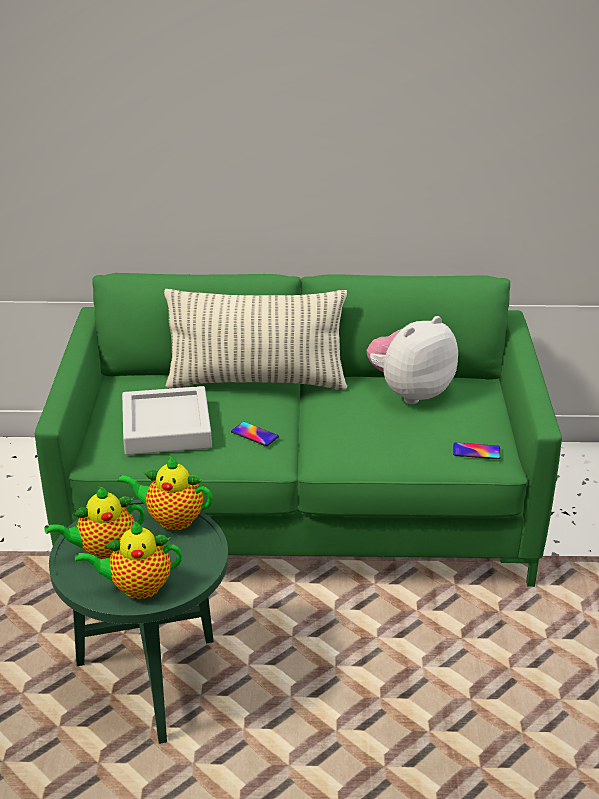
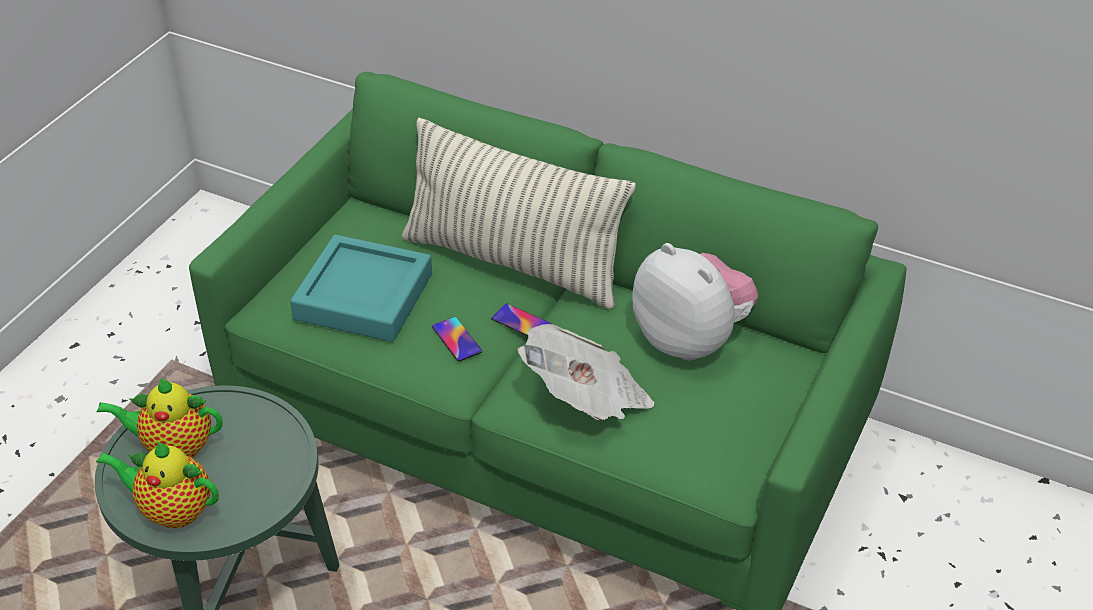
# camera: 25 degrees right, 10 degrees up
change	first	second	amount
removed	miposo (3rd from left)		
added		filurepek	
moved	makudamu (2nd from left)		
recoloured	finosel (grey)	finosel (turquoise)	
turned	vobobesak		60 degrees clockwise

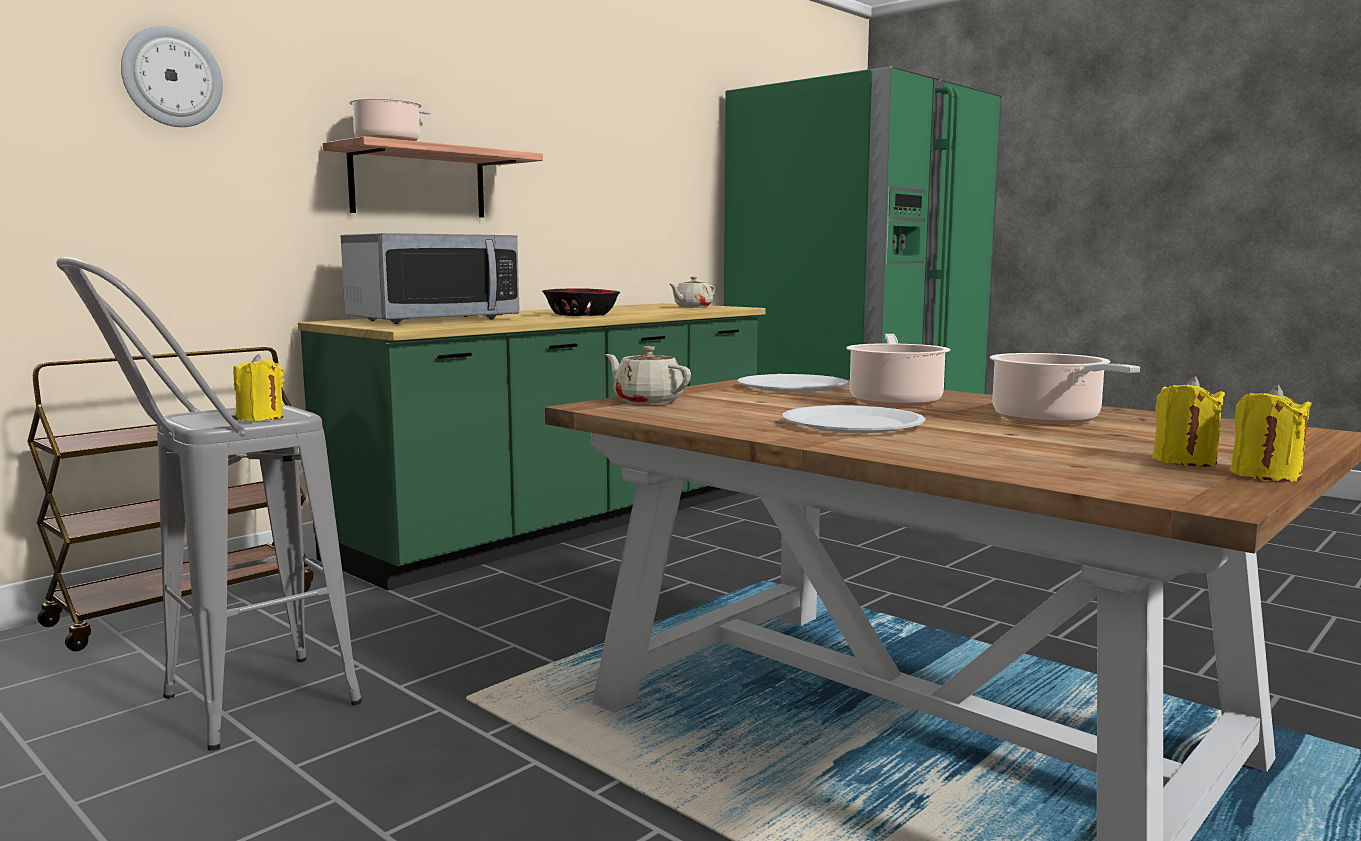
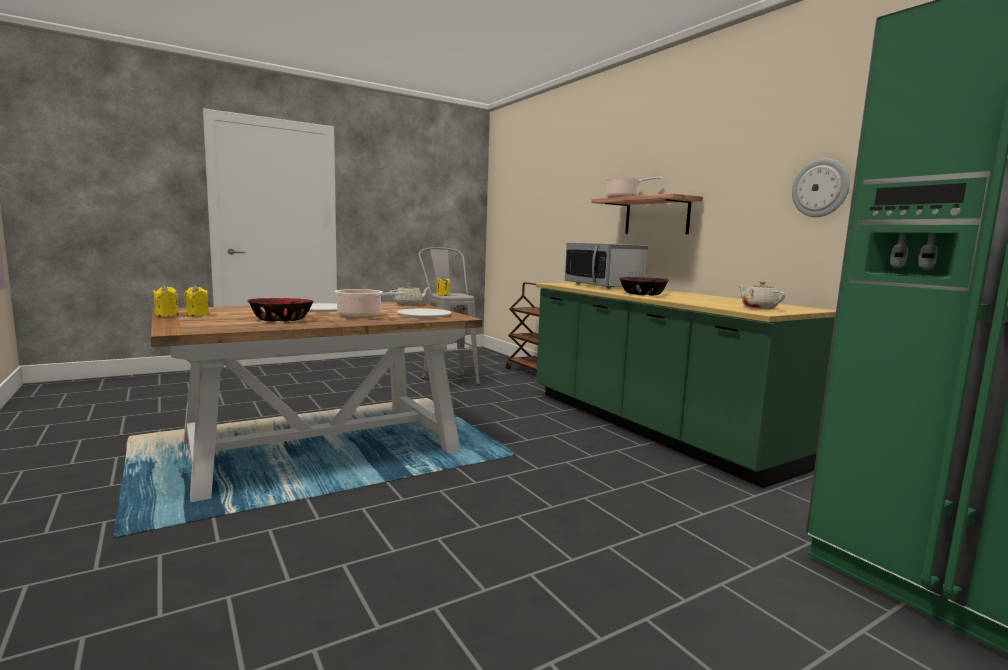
# camera: 105 degrees right, 0 degrees up
change	first	second	amount
moved	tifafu		
replaced	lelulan (3rd from left)	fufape (1st from left)	

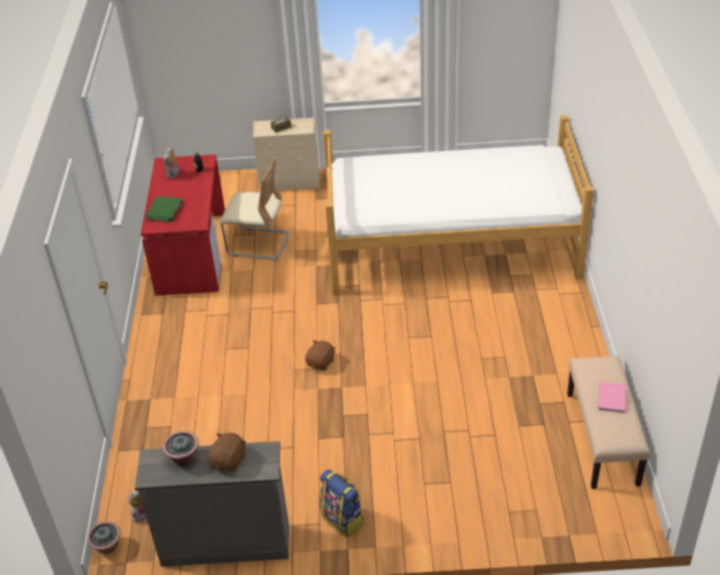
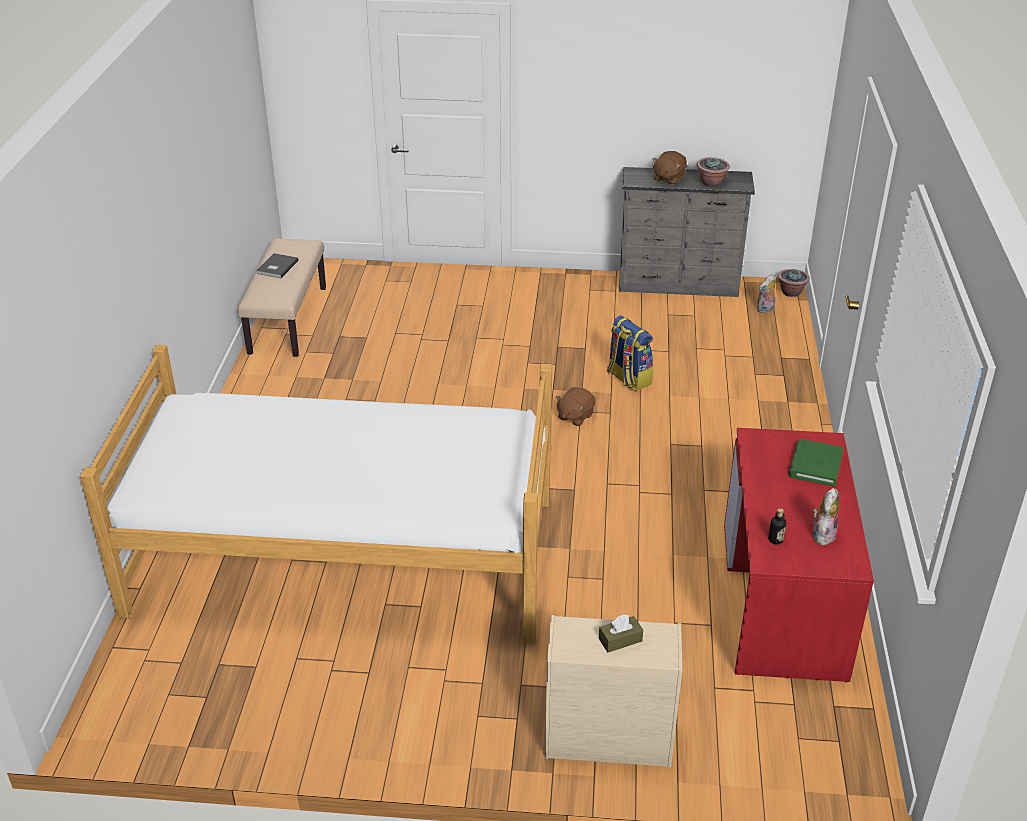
# camera: 175 degrees left, 5 degrees down
change	first	second	amount
removed	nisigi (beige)		
moved	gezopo		
recoloured	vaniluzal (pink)	vaniluzal (grey)	

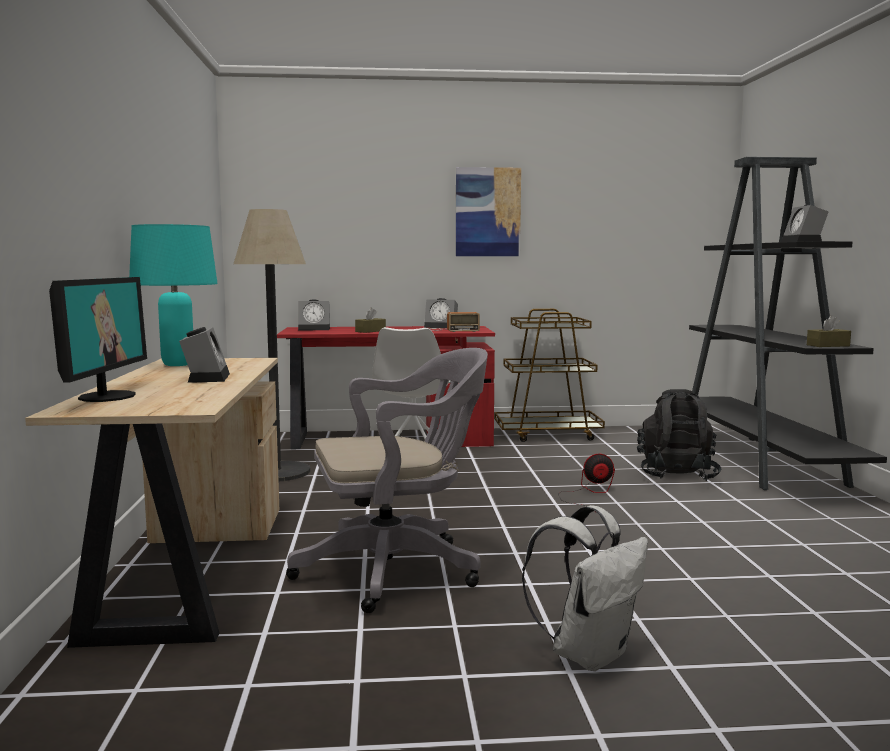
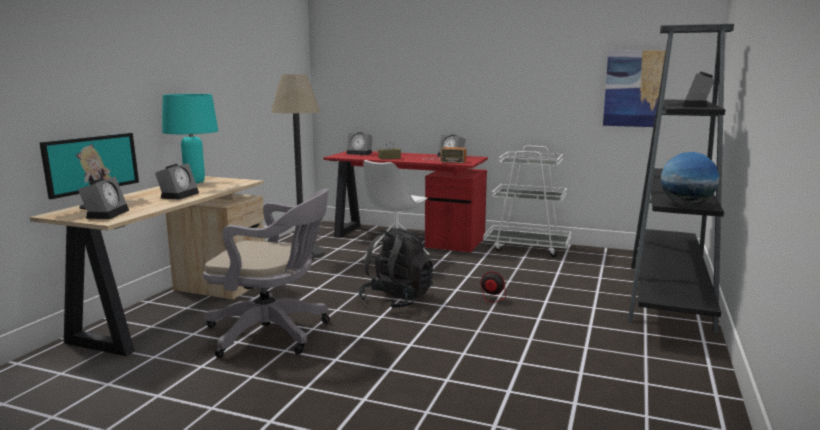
# camera: 25 degrees right, 5 degrees up
change	first	second	amount
removed	gezopo (white)		
added		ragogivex (1st from left)	
moved	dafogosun		
moved	gezopo (black)		
replaced	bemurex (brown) (2nd from left)	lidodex	
recoloured	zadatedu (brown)	zadatedu (white)	

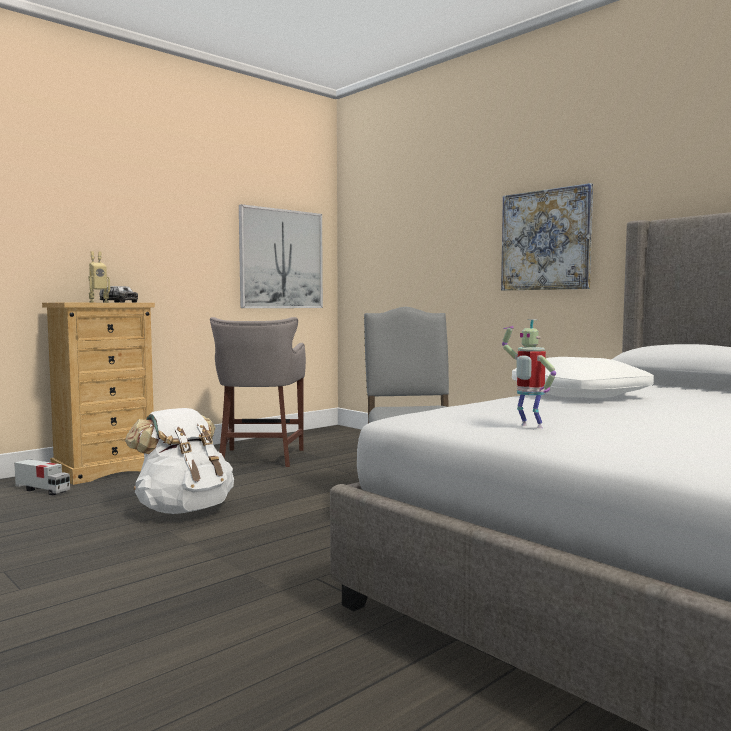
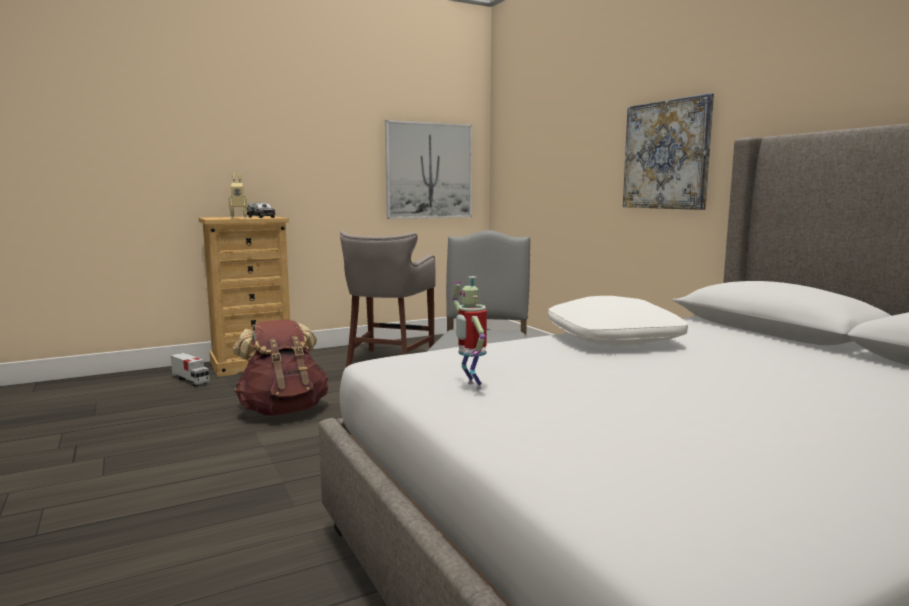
# camera: 15 degrees right, 5 degrees up
change	first	second	amount
recoloured	gezopo (white)	gezopo (brown)	

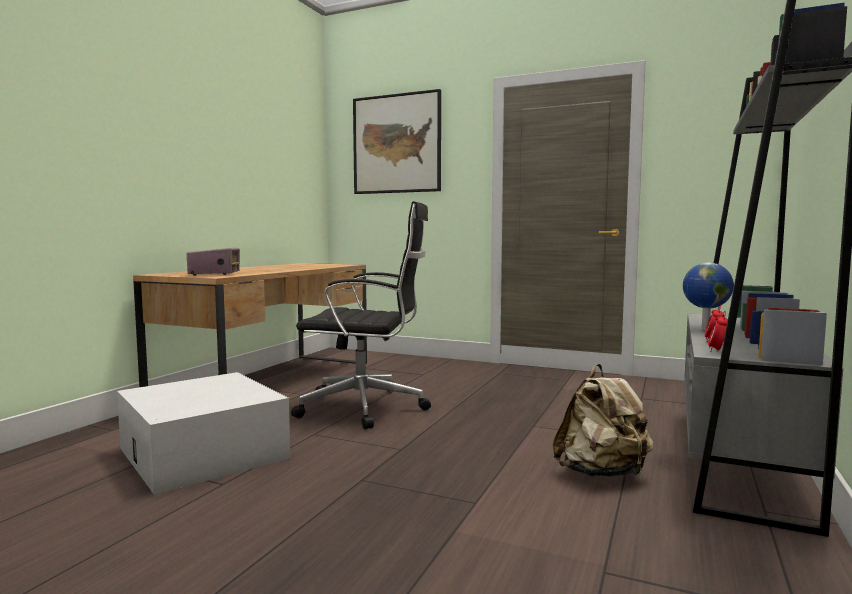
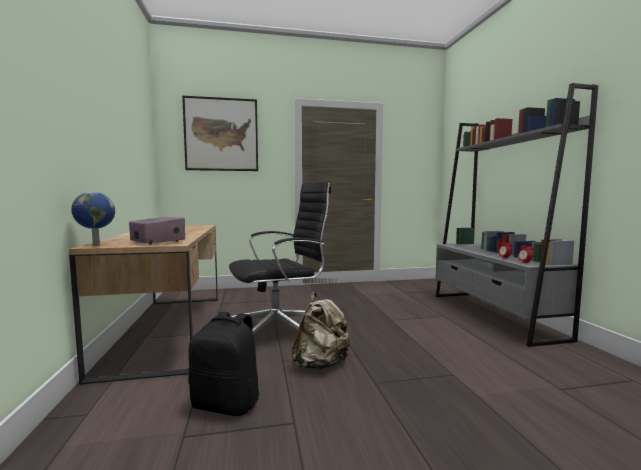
# camera: 35 degrees left, 0 degrees up
change	first	second	amount
moved	gezopo (beige)		
moved	lidodex		
replaced	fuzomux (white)	gezopo (black)	

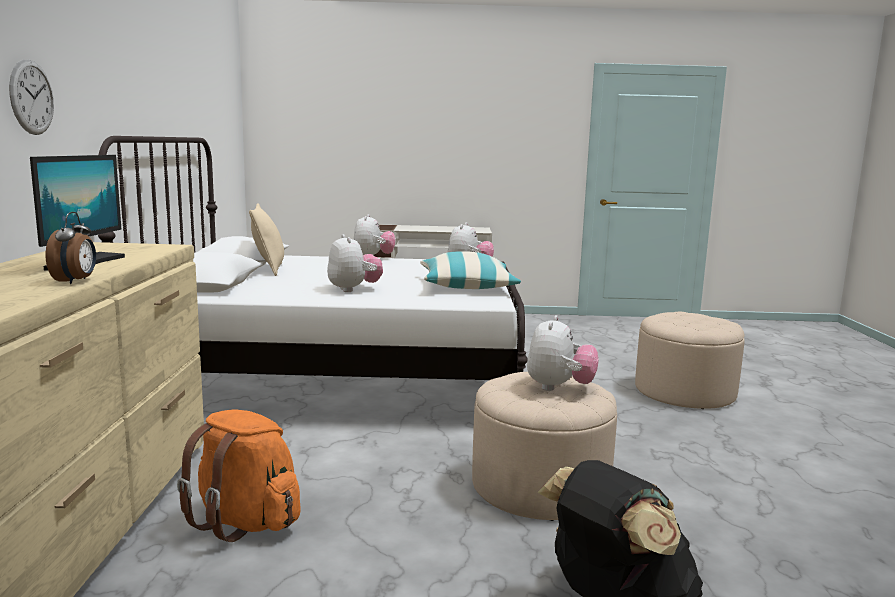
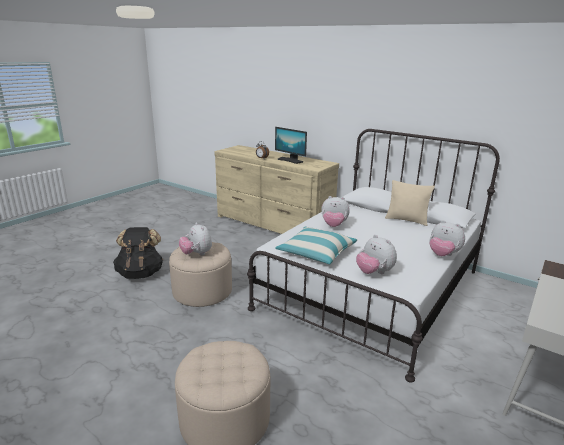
# camera: 125 degrees right, 10 degrees up
change	first	second	amount
removed	tifafu		
removed	gezopo (orange)		

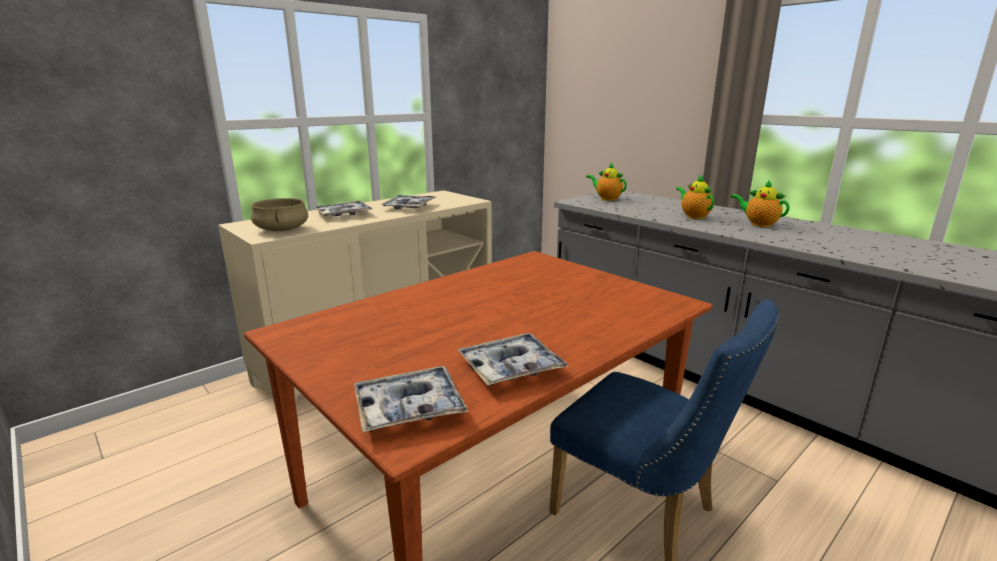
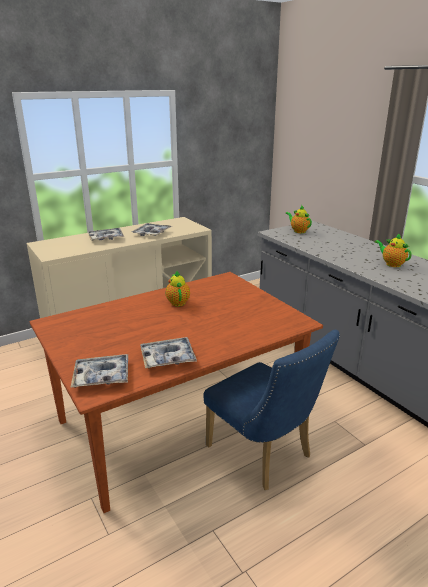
# camera: 10 degrees right, 5 degrees up
change	first	second	amount
removed	lelulan (beige)		
moved	miposo (2nd from left in the first image)	miposo (1st from left)	

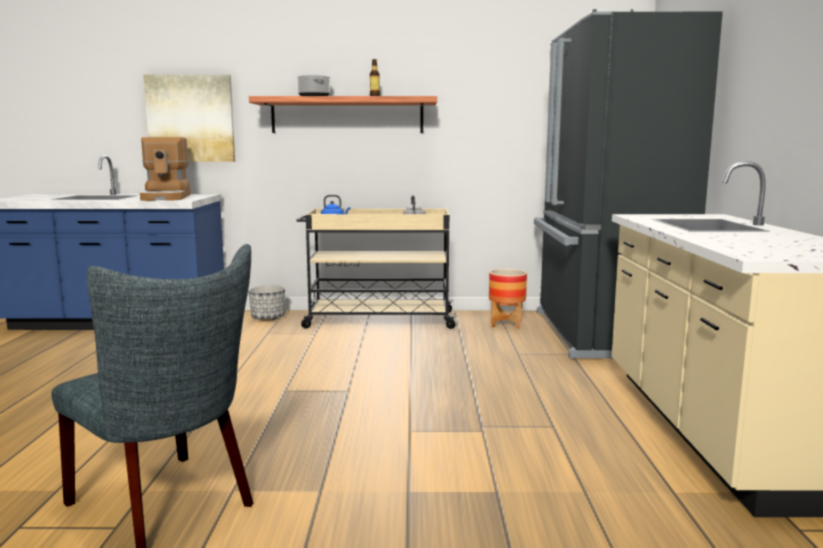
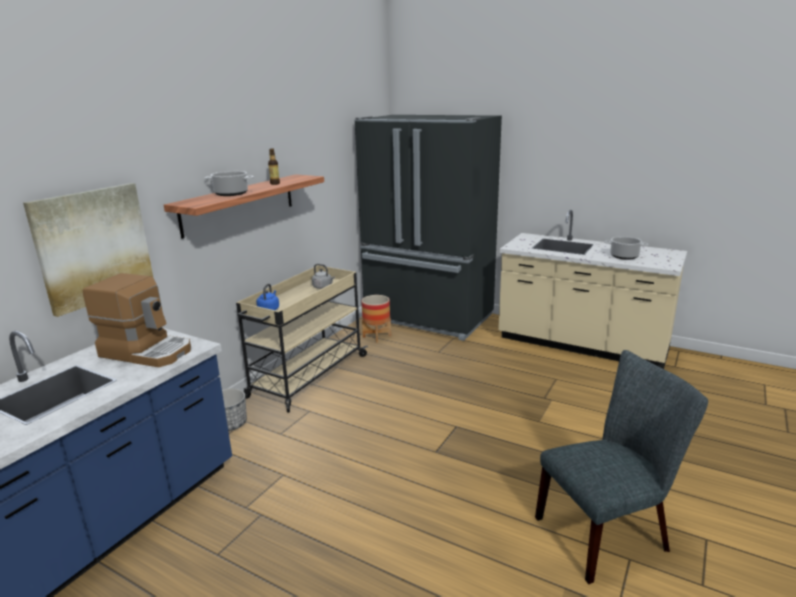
# camera: 60 degrees left, 10 degrees up
change	first	second	amount
added		lelulan (2nd from left)	

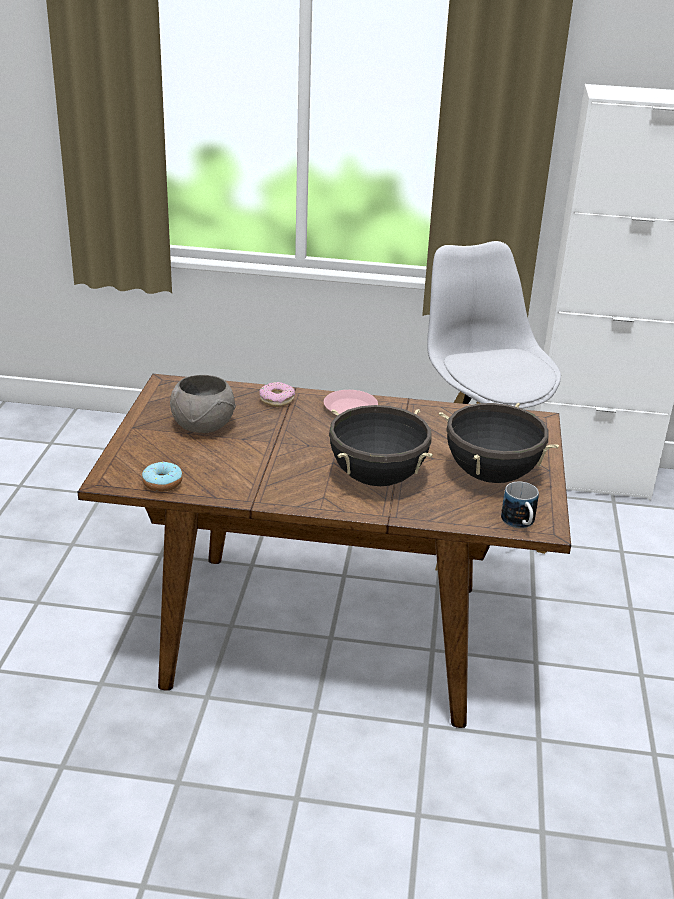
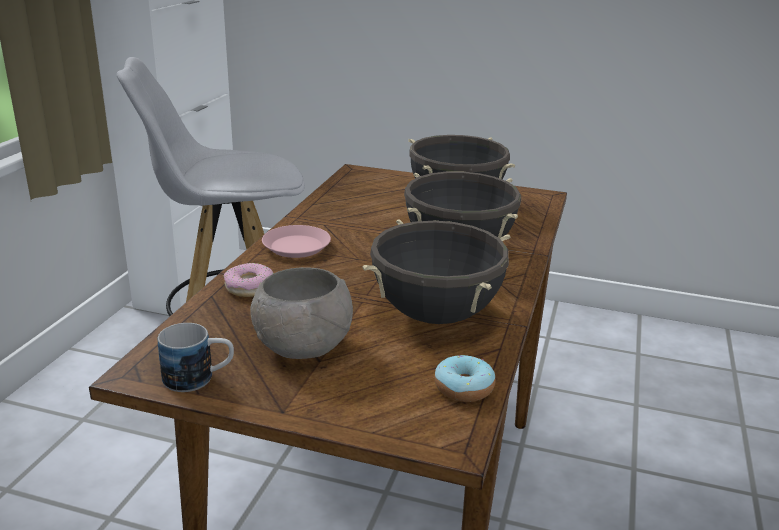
# camera: 80 degrees left, 5 degrees down
change	first	second	amount
added		lelulan (black) (1st from left)	
moved	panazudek		

